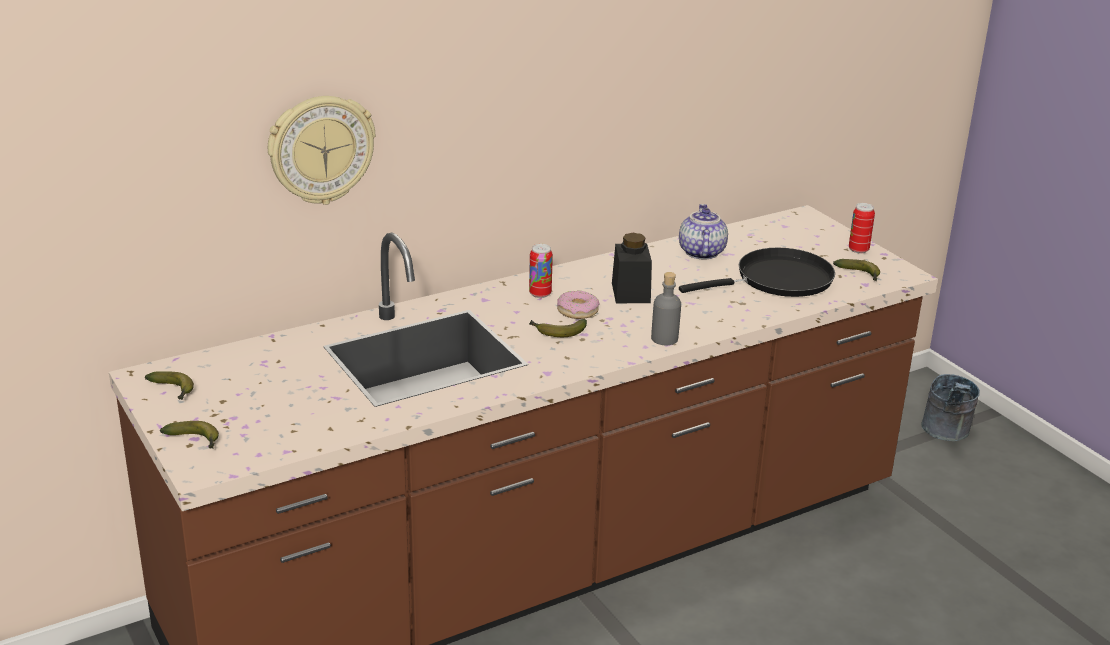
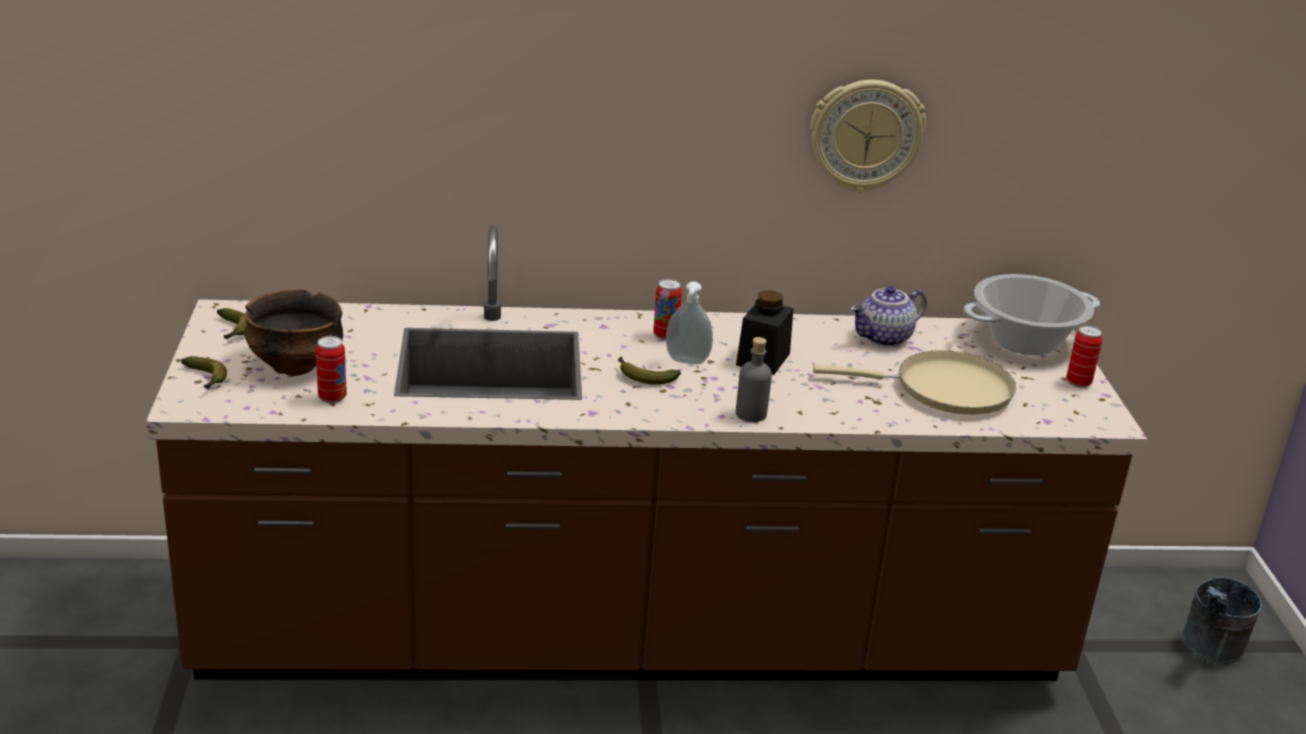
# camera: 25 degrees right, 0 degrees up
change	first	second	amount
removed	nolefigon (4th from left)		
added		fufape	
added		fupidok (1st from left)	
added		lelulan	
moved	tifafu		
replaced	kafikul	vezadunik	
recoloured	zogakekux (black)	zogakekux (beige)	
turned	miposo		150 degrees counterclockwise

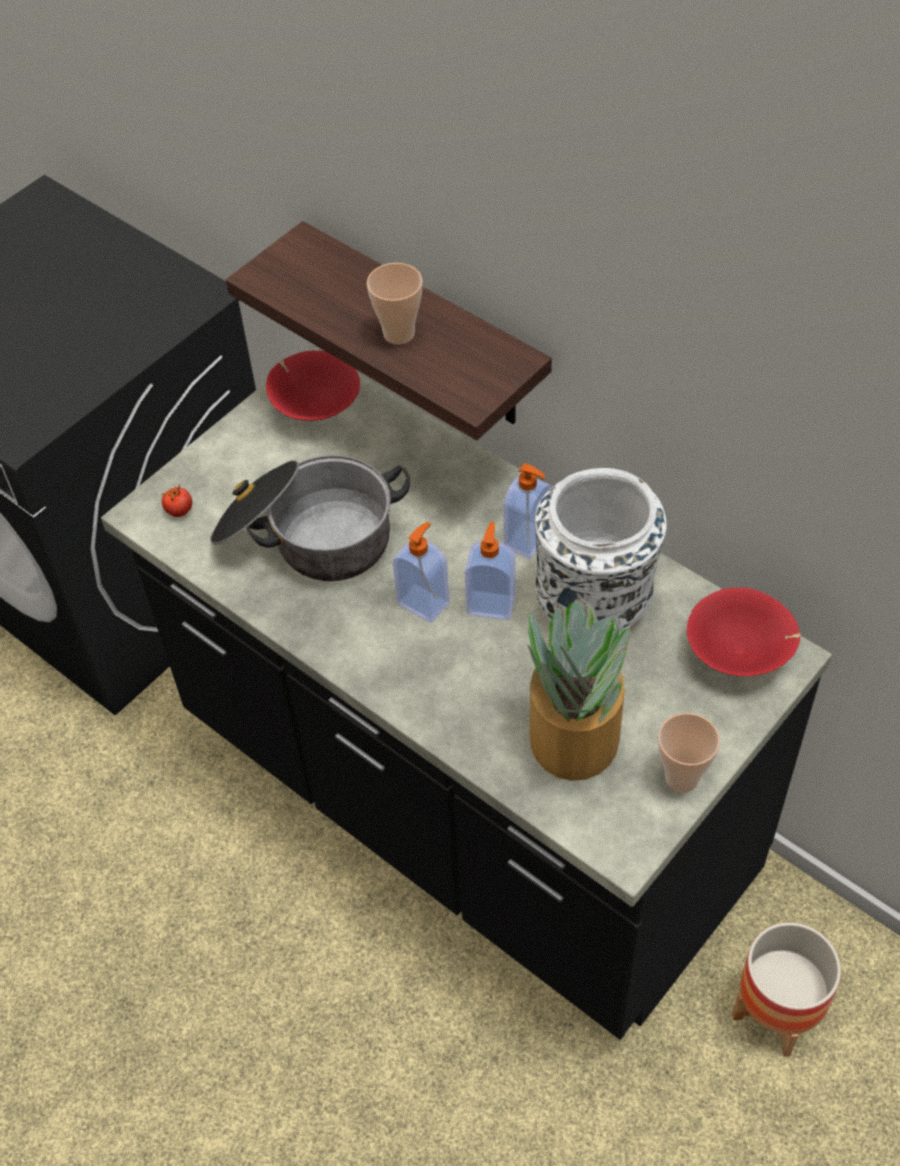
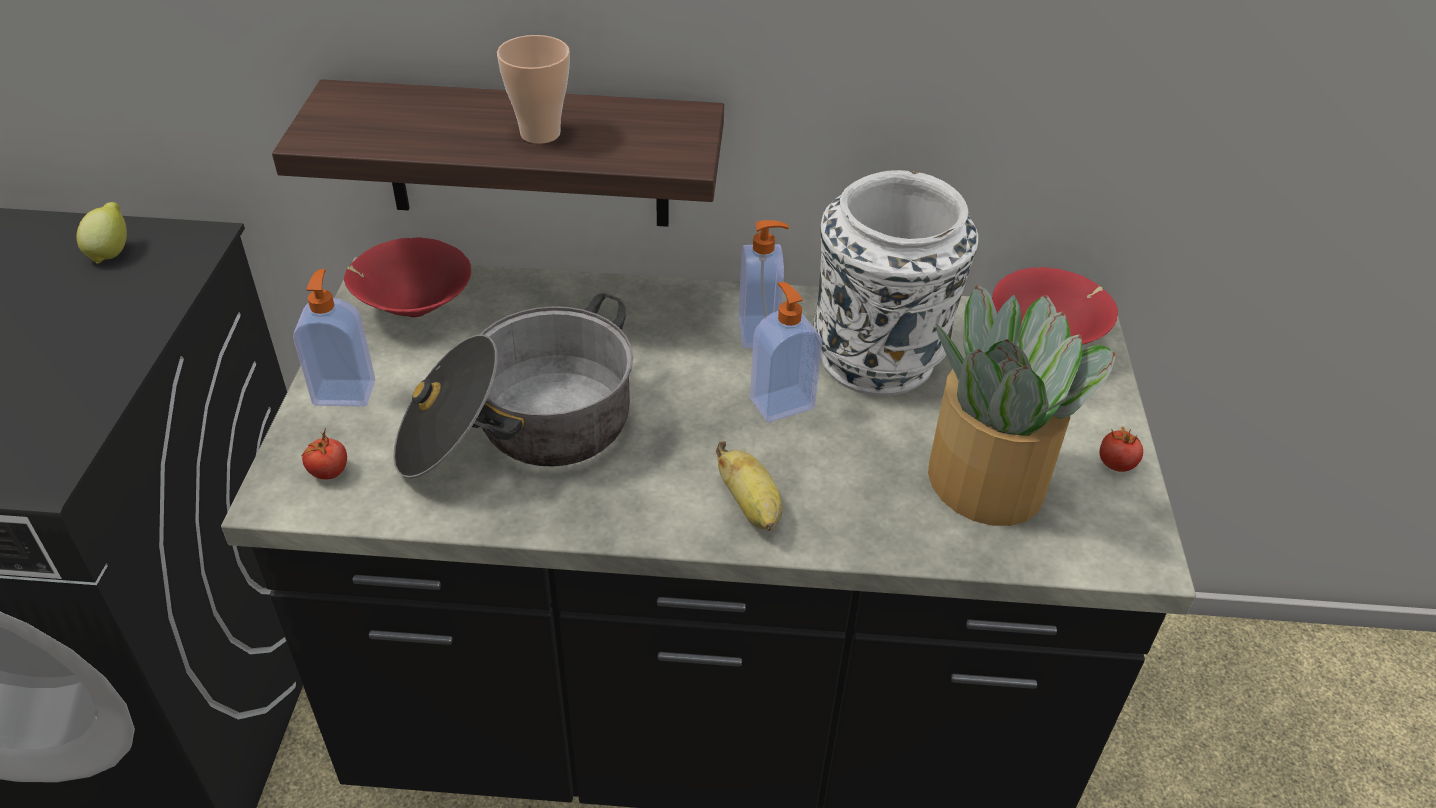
# camera: 40 degrees left, 10 degrees down
change	first	second	amount
removed	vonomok		
added		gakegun	
added		nolefigon	
moved	vezadunik (1st from left)		
replaced	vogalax (2nd from left)	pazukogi (2nd from left)	

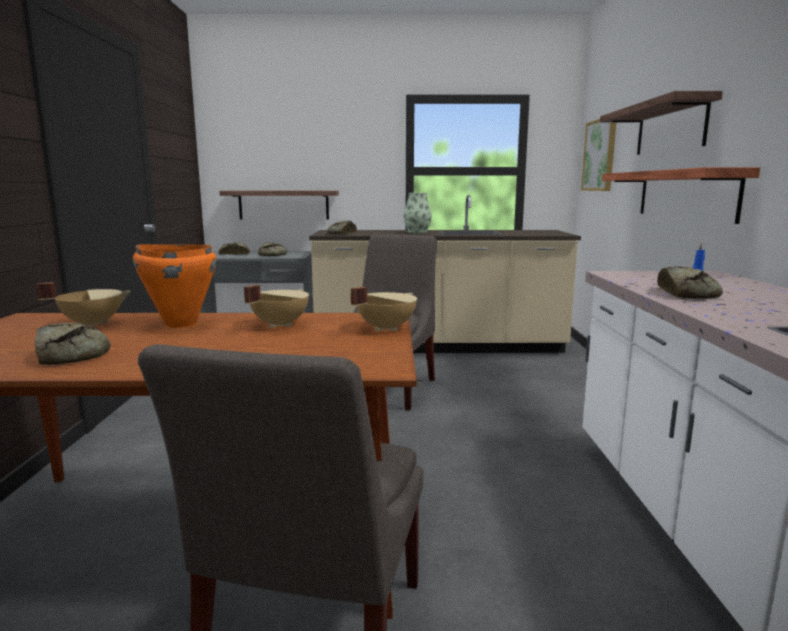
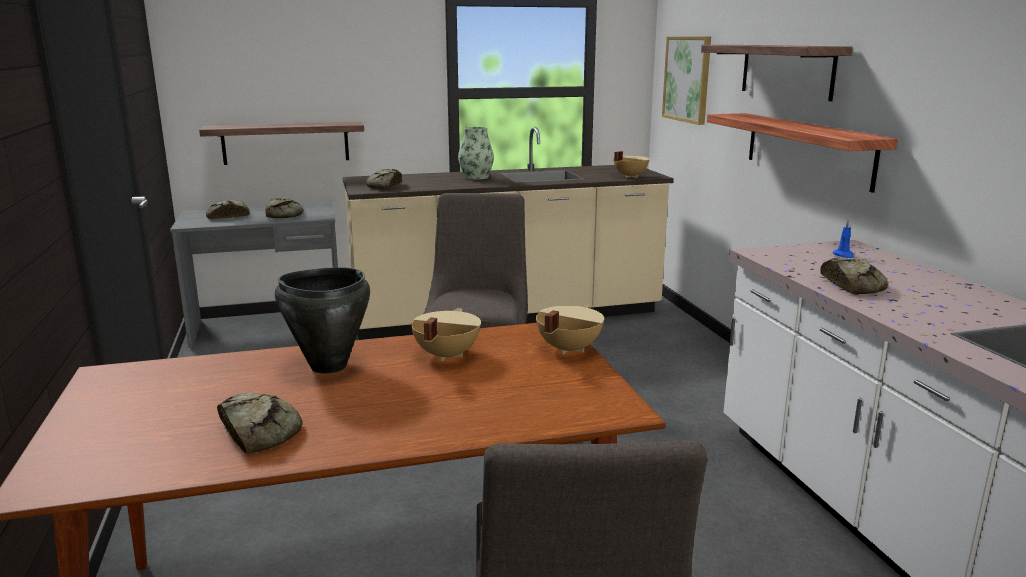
# camera: 15 degrees left, 5 degrees up
change	first	second	amount
moved	lelulan (beige) (1st from left in the first image)	lelulan (beige) (3rd from left)	
recoloured	lelulan (orange)	lelulan (black)	

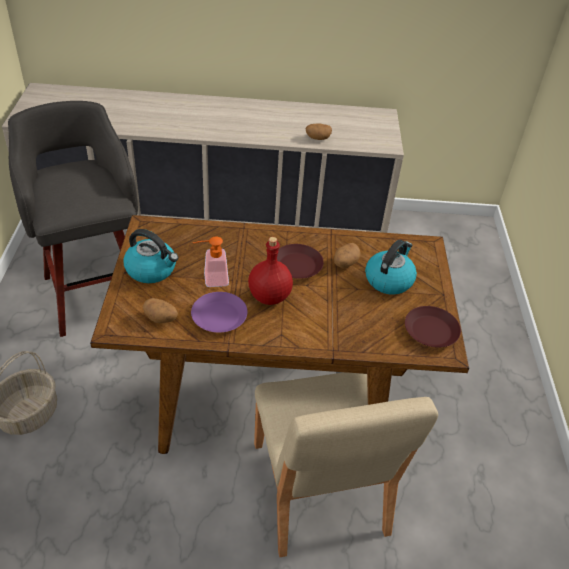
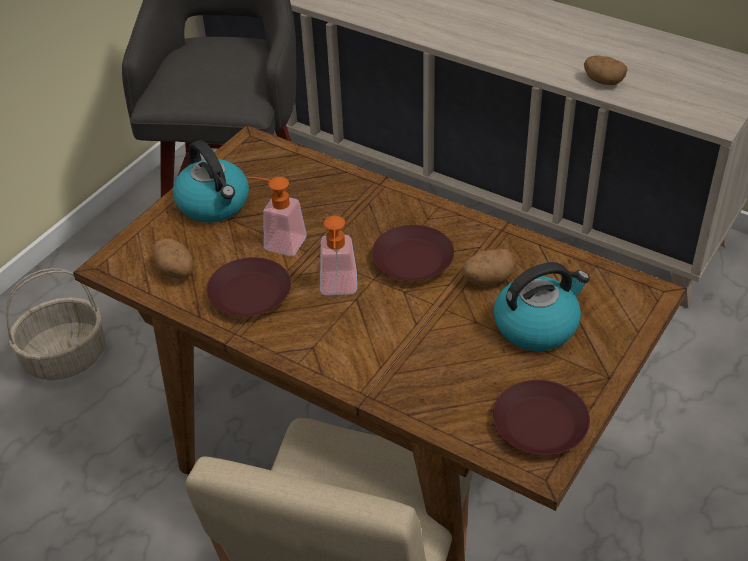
# camera: 35 degrees right, 0 degrees up
change	first	second	amount
replaced	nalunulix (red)	vezadunik (2nd from left)	
recoloured	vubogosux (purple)	vubogosux (brown) (1st from left)	

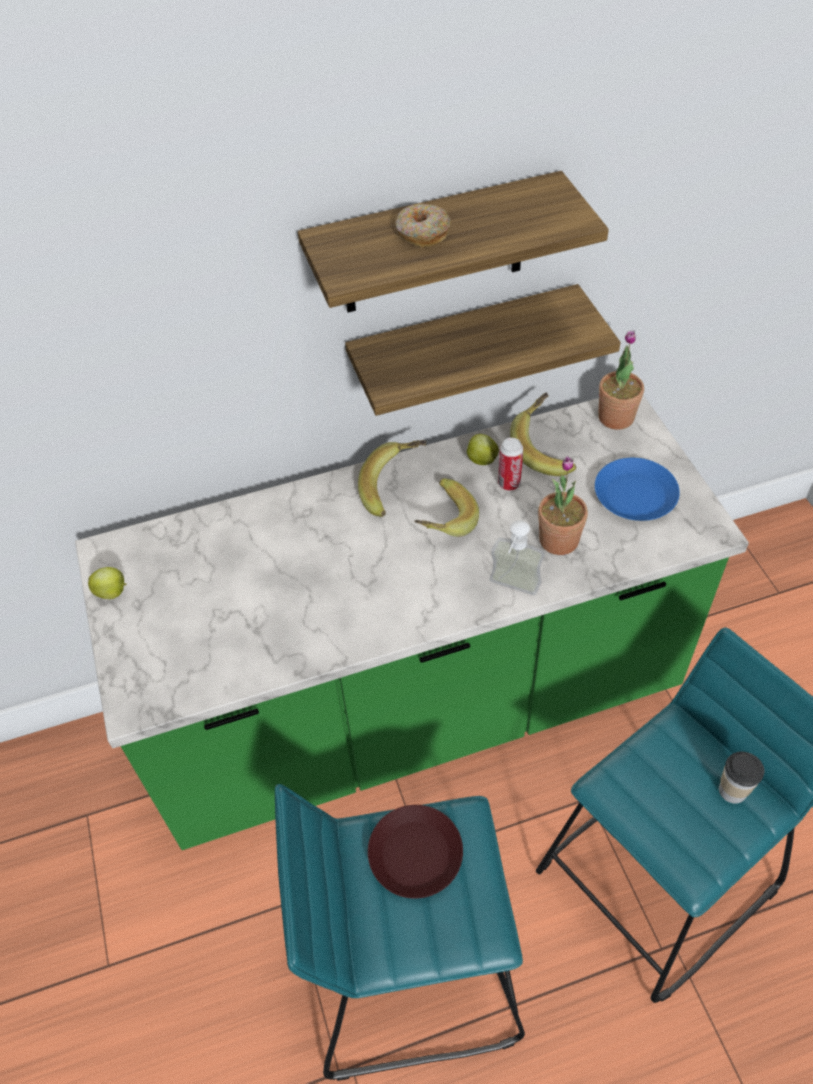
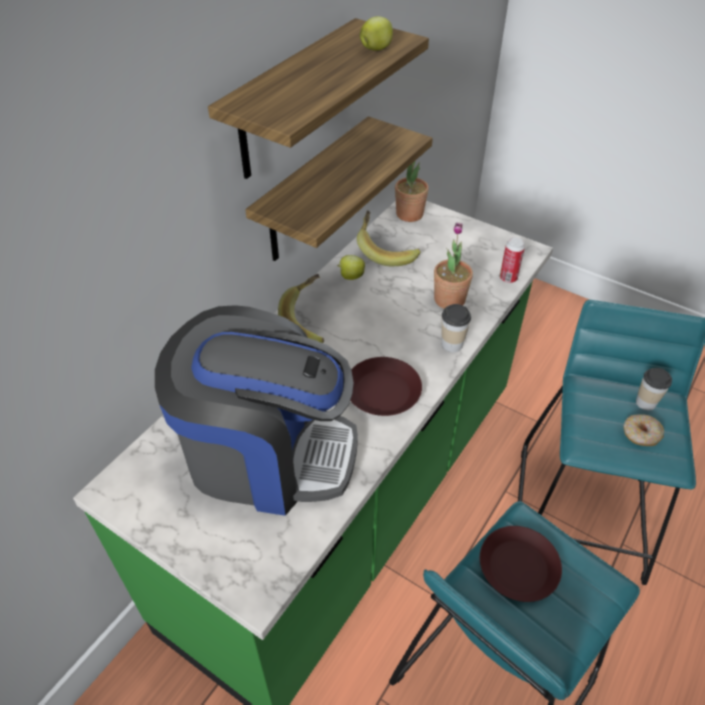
# camera: 40 degrees left, 5 degrees down
change	first	second	amount
removed	nolefigon (2nd from left)		
removed	vubogosux (blue)		
added		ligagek	
added		vubogosux (brown) (1st from left)	
moved	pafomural (1st from left in the first image)	pafomural (2nd from left)	
moved	kafikul		
moved	fupidok		
replaced	vezadunik	vogalax (1st from left)	

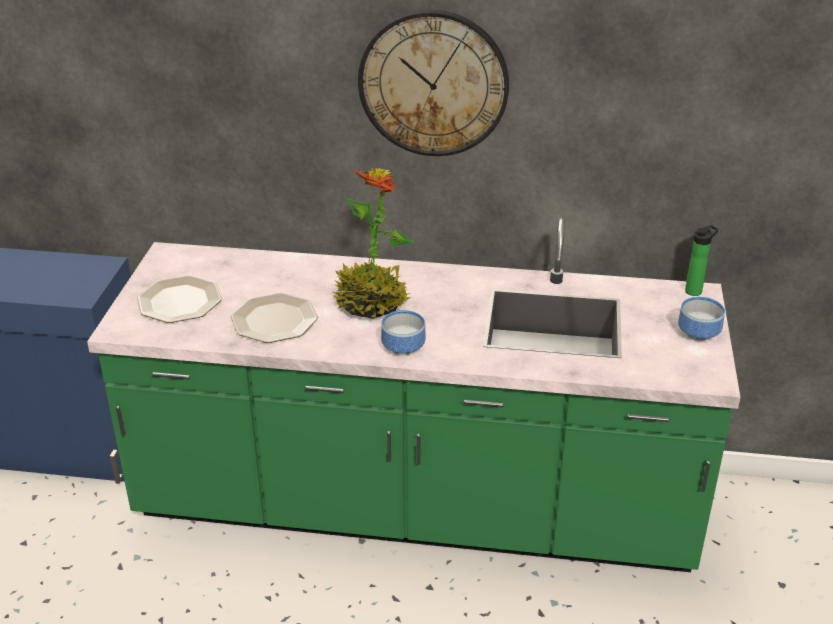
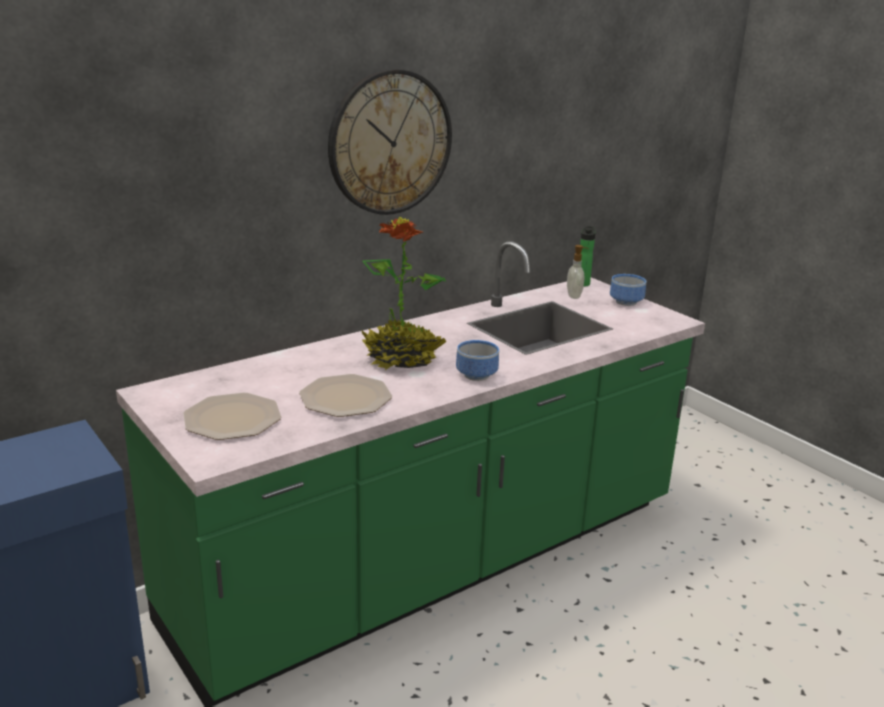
# camera: 45 degrees left, 10 degrees down
change	first	second	amount
added		vezadunik	

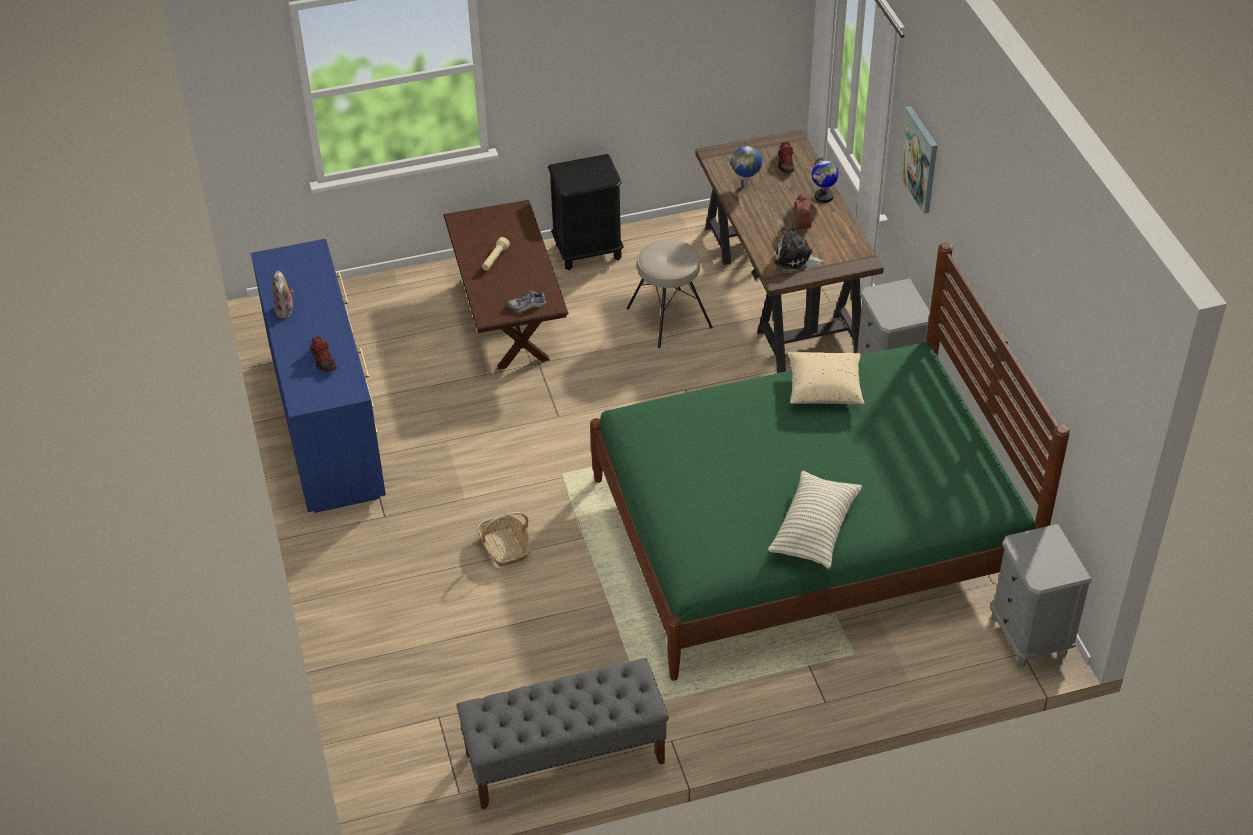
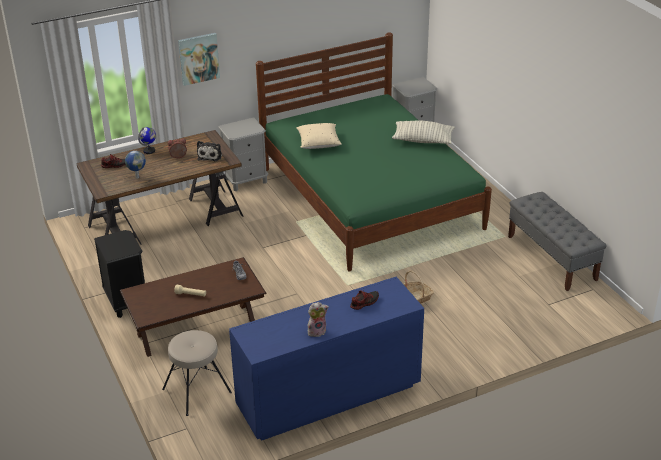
# camera: 100 degrees left, 10 degrees down
change	first	second	amount
moved	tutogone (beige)		

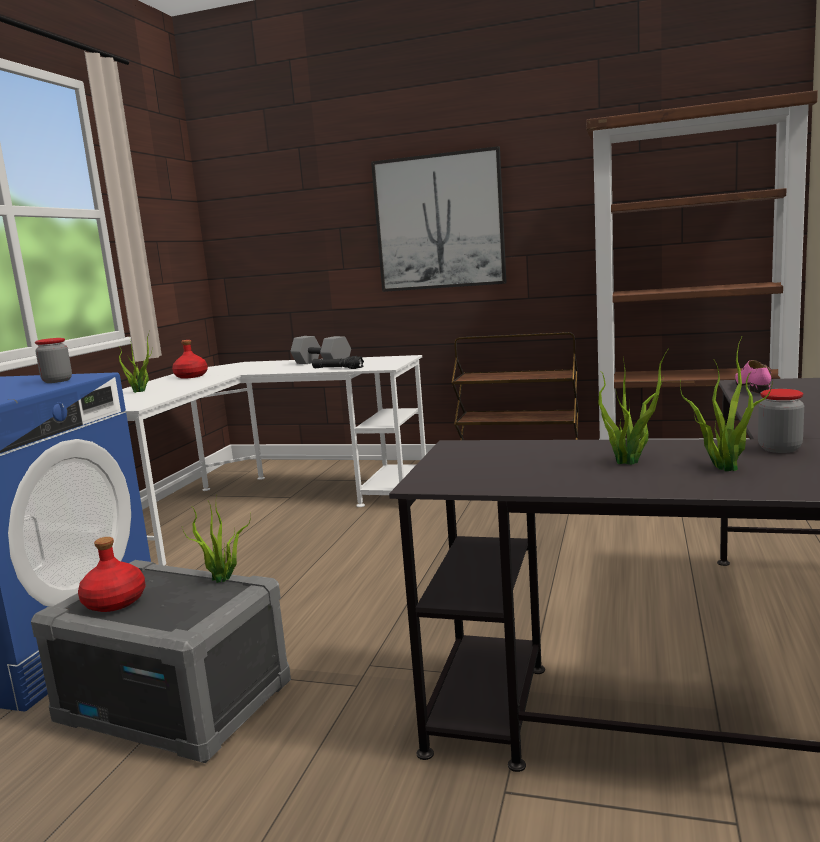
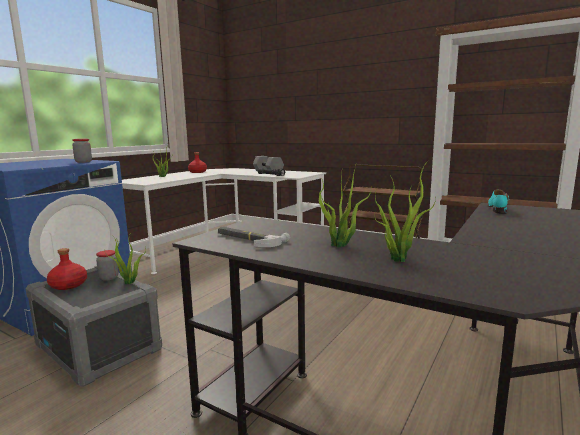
# camera: 15 degrees right, 0 degrees up
change	first	second	amount
removed	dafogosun		
added		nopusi	
moved	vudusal (2nd from left)		
recoloured	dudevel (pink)	dudevel (turquoise)	

